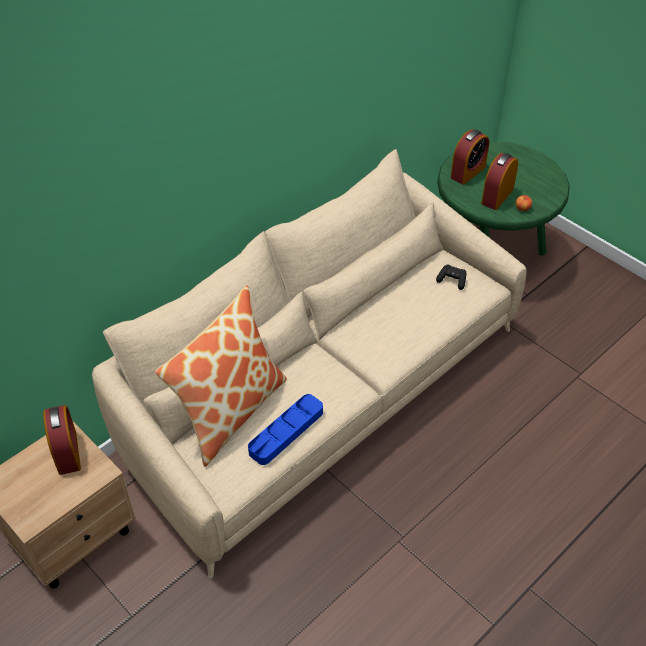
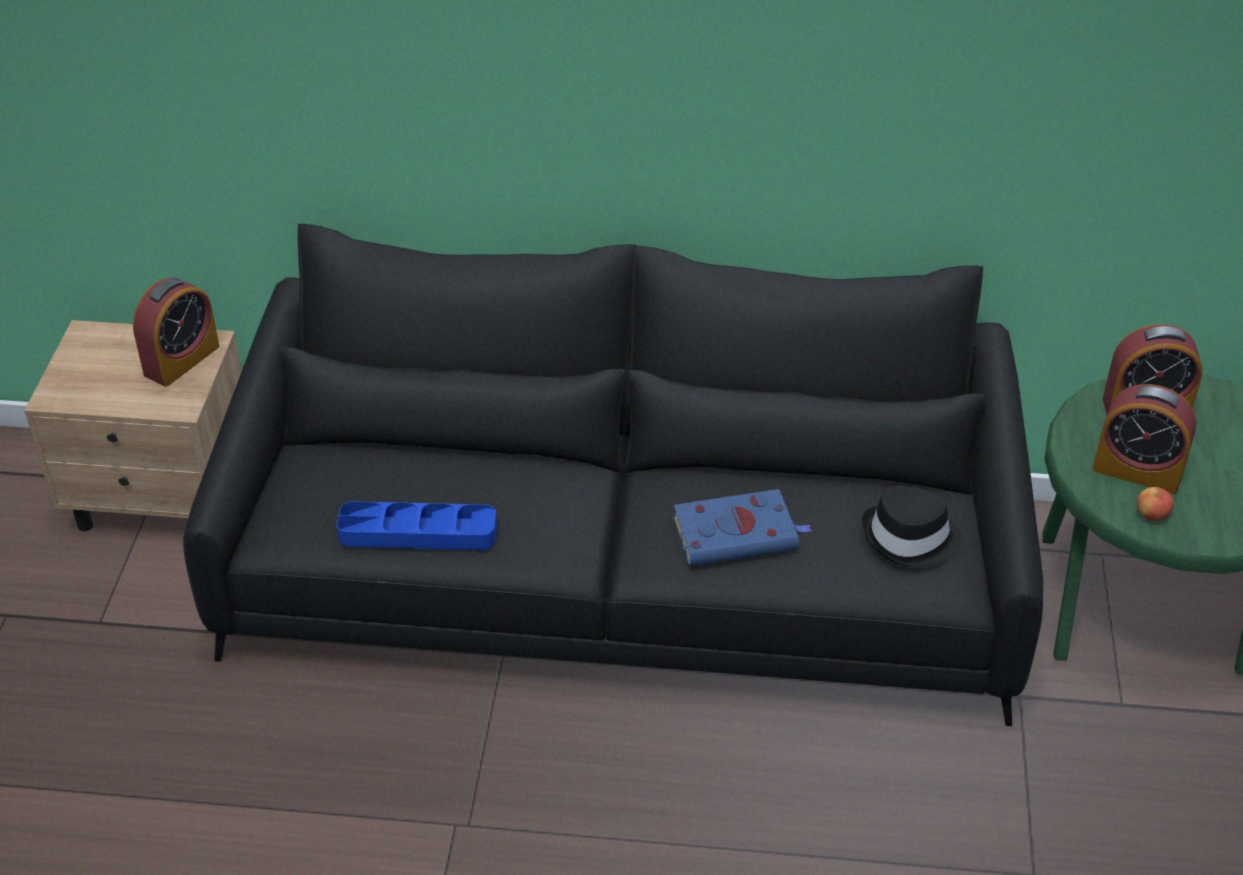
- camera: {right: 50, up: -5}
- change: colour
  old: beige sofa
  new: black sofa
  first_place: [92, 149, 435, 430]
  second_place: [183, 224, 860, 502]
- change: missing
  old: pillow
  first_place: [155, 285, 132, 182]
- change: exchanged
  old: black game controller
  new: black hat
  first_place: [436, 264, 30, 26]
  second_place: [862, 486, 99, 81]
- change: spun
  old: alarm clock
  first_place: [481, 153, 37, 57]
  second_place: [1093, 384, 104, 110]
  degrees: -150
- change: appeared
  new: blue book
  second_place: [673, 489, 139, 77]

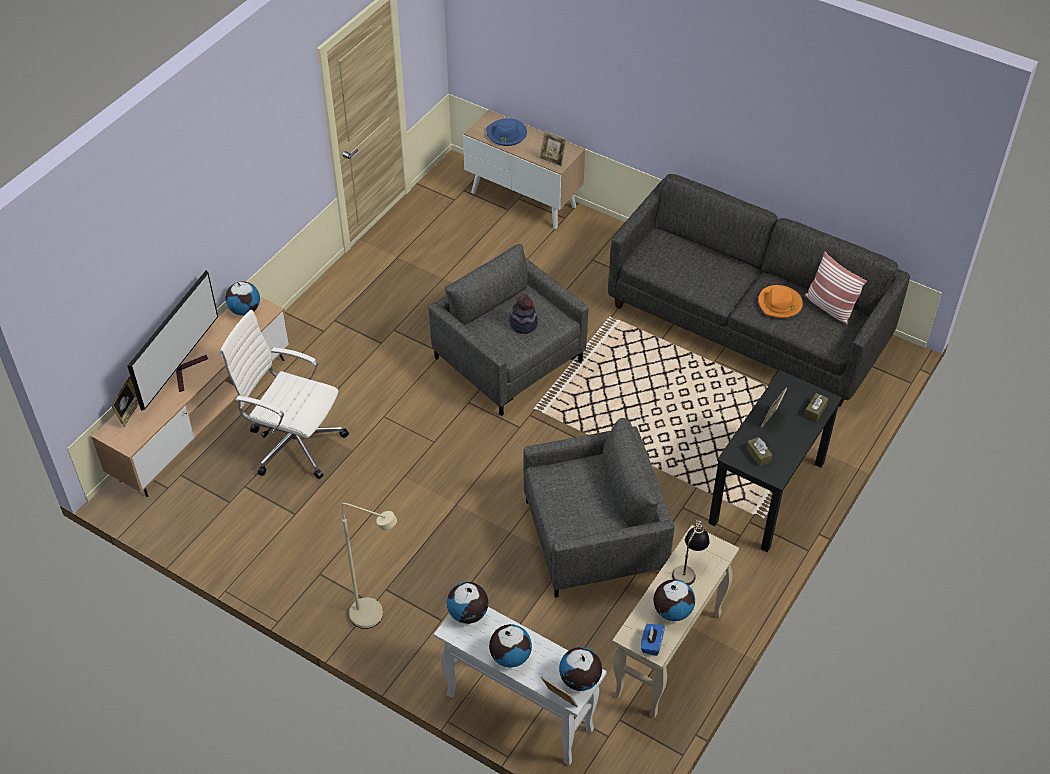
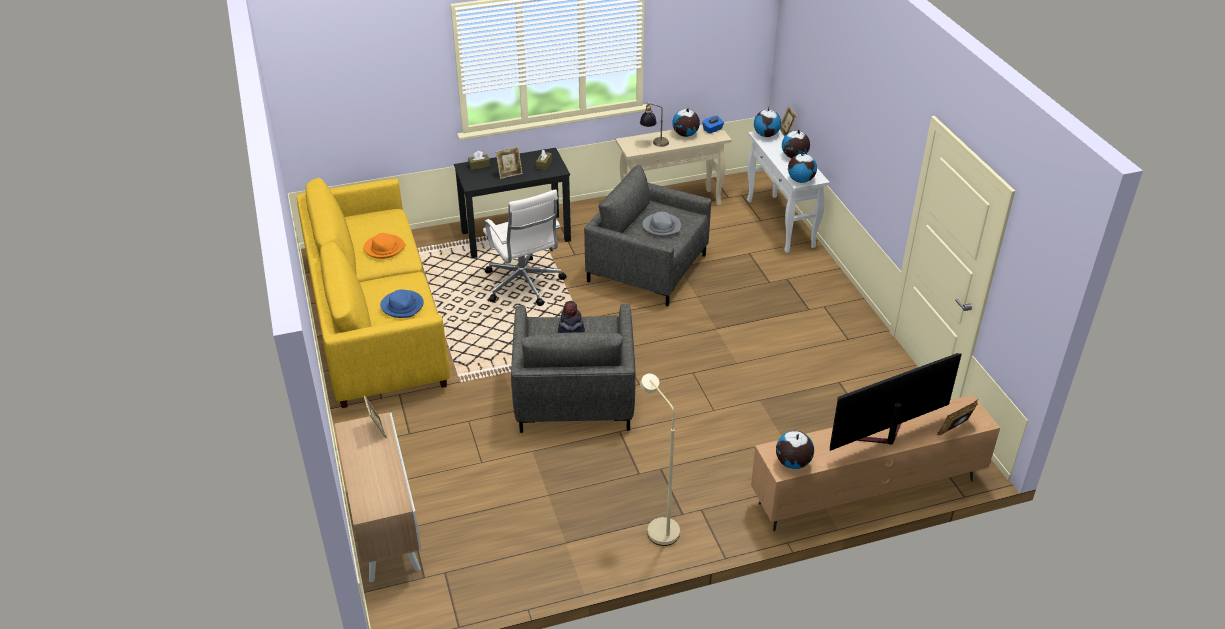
- camera: {right: -140, up: -10}
- change: relocated
  old: white office chair
  first_place: [220, 310, 129, 169]
  second_place: [483, 189, 83, 117]
- change: relocated
  old: beige floor lamp
  first_place: [341, 503, 56, 126]
  second_place: [640, 374, 40, 172]
- change: relocated
  old: blue hat
  first_place: [486, 118, 41, 28]
  second_place: [380, 290, 44, 28]
- change: colour
  old: grey sofa
  new: yellow sofa
  first_place: [608, 174, 302, 233]
  second_place: [297, 178, 153, 230]
- change: missing
  old: pillow
  first_place: [804, 252, 63, 73]
- change: appeared
  new: grey hat
  second_place: [643, 212, 38, 25]

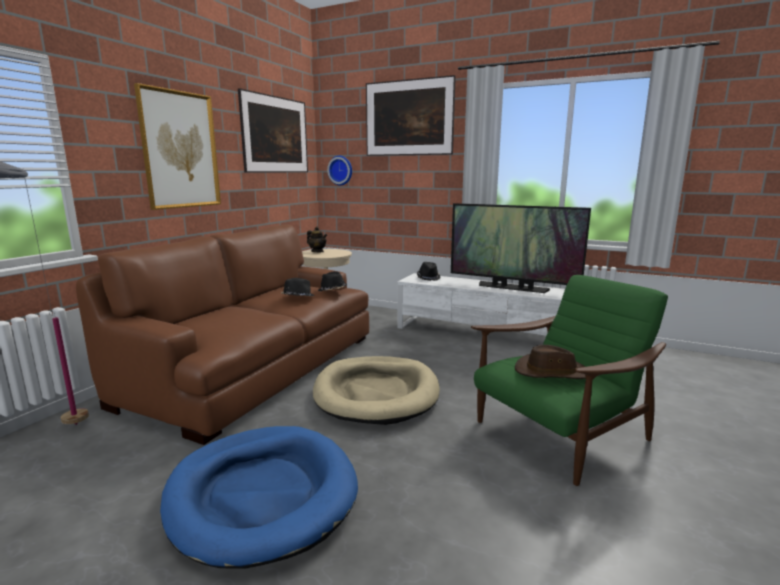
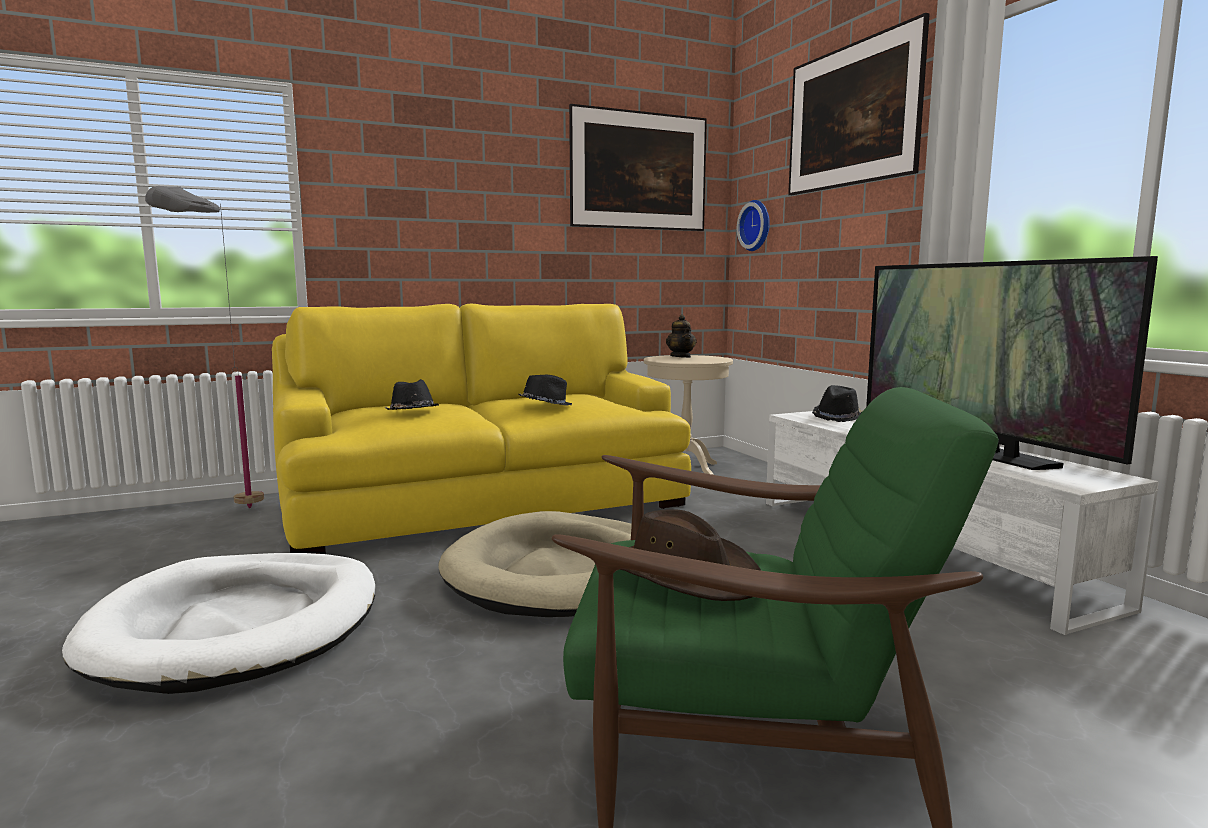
- camera: {right: 40, up: -5}
- change: colour
  old: brown sofa
  new: yellow sofa
  first_place: [76, 225, 293, 220]
  second_place: [272, 304, 419, 250]
- change: missing
  old: picture
  first_place: [134, 83, 87, 127]
- change: colour
  old: blue dog bed
  new: white dog bed
  first_place: [160, 426, 198, 143]
  second_place: [62, 553, 313, 141]
- change: relocated
  old: black hat
  first_place: [318, 271, 29, 20]
  second_place: [385, 379, 54, 31]

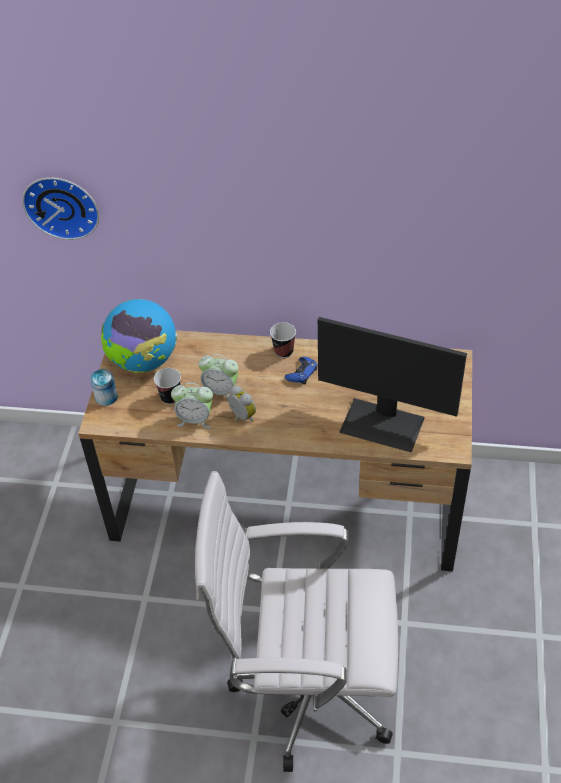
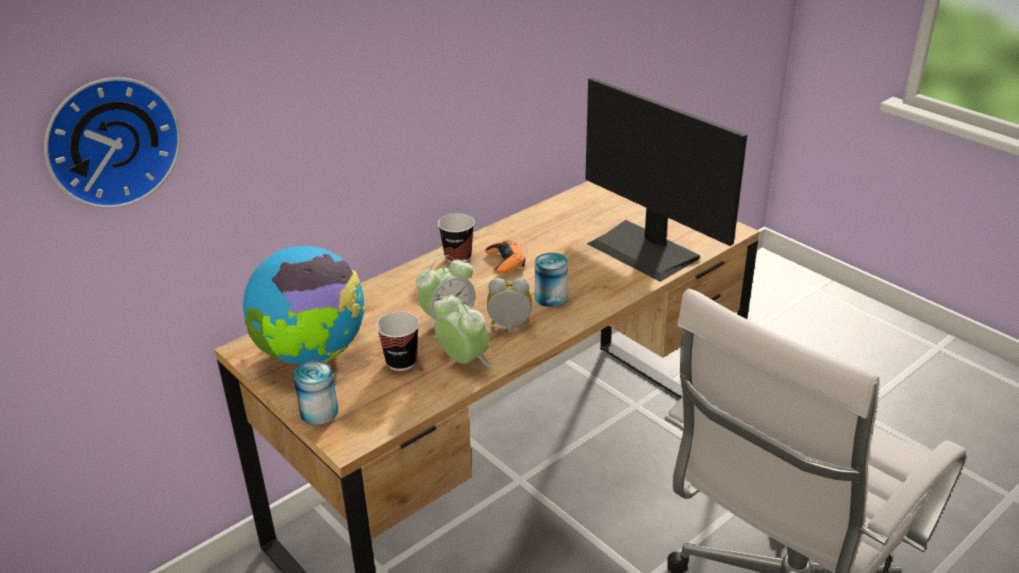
- camera: {right: -50, up: -15}
- change: spun
  old: alarm clock
  first_place: [171, 383, 42, 45]
  second_place: [433, 295, 59, 72]
  degrees: -90
- change: colour
  old: blue game controller
  new: orange game controller
  first_place: [285, 357, 33, 28]
  second_place: [485, 240, 41, 34]
- change: spun
  old: monitor
  first_place: [318, 317, 149, 136]
  second_place: [585, 78, 162, 204]
  degrees: 75
- change: appeared
  new: can
  second_place: [535, 253, 33, 54]

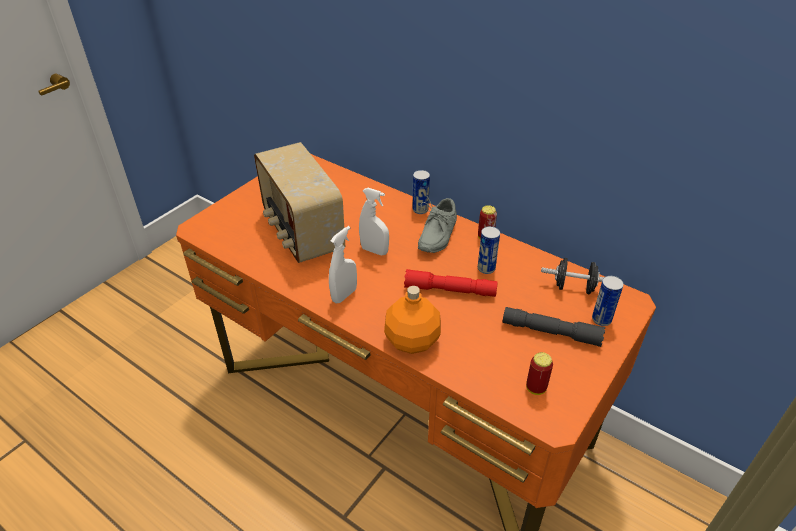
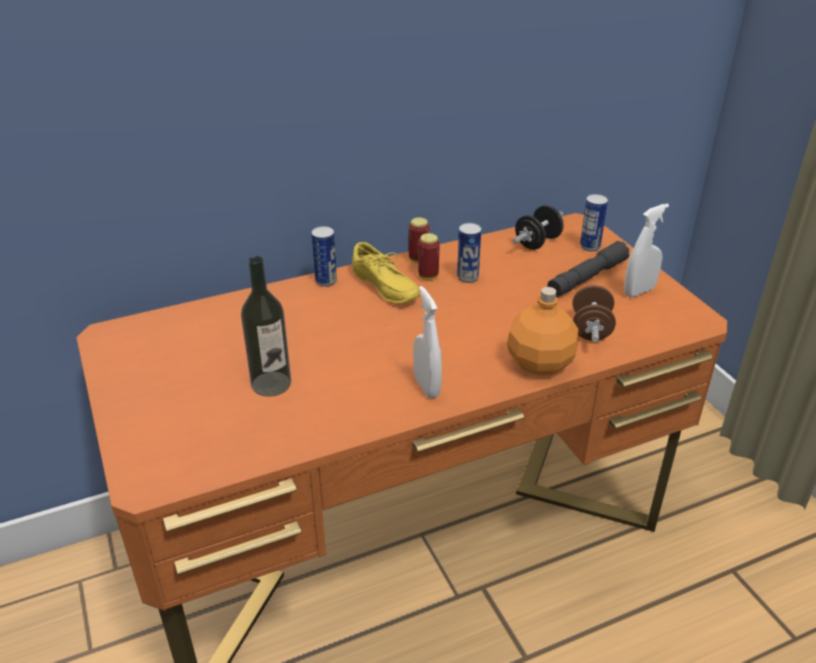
- camera: {right: -60, up: -5}
- change: exchanged
  old: radio
  new: bottle
  first_place: [254, 142, 91, 121]
  second_place: [241, 256, 50, 141]
- change: relocated
  old: white spray bottle
  first_place: [359, 188, 30, 67]
  second_place: [624, 204, 45, 93]
- change: missing
  old: red flashlight
  first_place: [404, 269, 94, 28]
- change: colour
  old: grey shoe
  new: yellow shoe
  first_place: [418, 196, 39, 57]
  second_place: [352, 242, 68, 62]
- change: relocated
  old: can
  first_place: [526, 352, 27, 43]
  second_place: [418, 233, 22, 47]
- change: appeared
  new: brown dumbbell
  second_place: [572, 285, 44, 57]

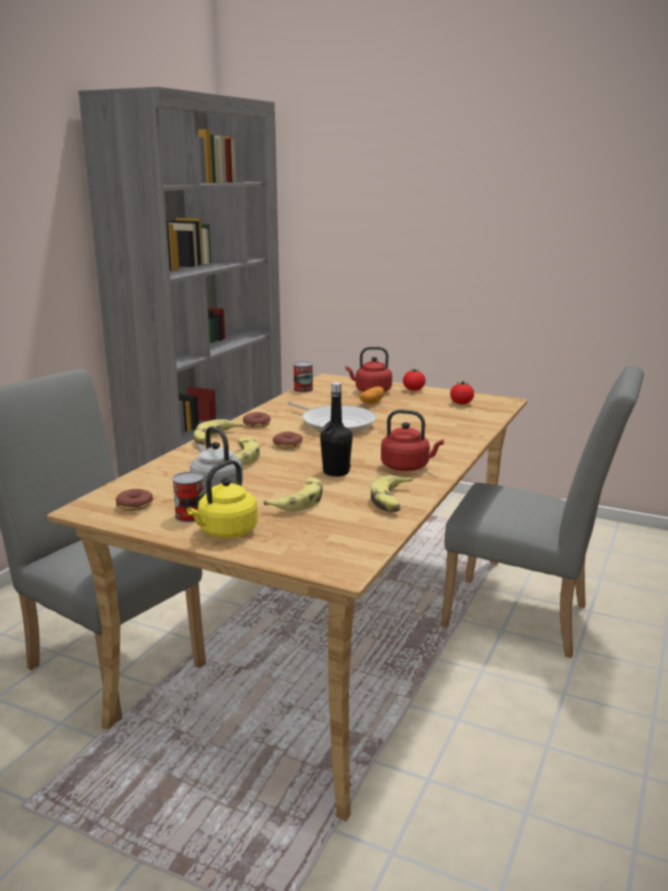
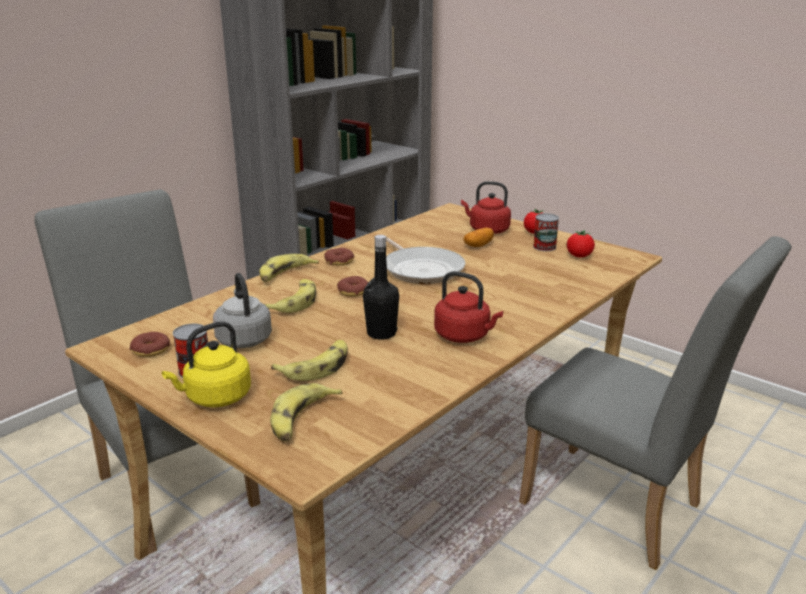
- camera: {right: 15, up: 5}
- change: relocated
  old: can
  first_place: [293, 361, 20, 32]
  second_place: [533, 213, 26, 38]
- change: relocated
  old: banana
  first_place: [371, 475, 42, 37]
  second_place: [270, 383, 73, 59]

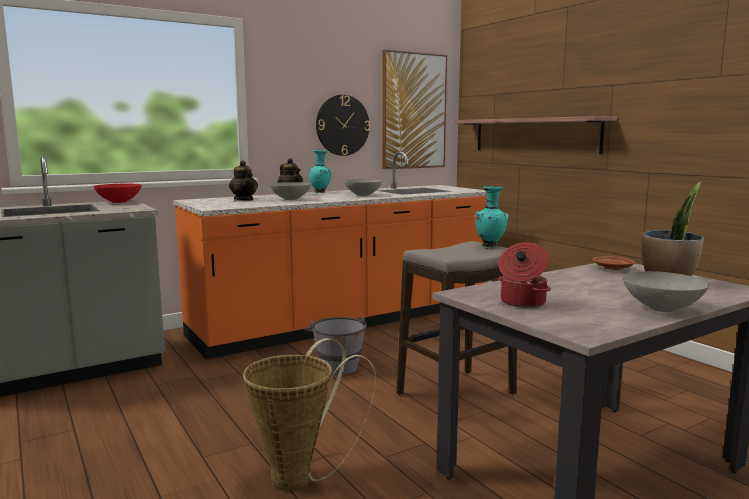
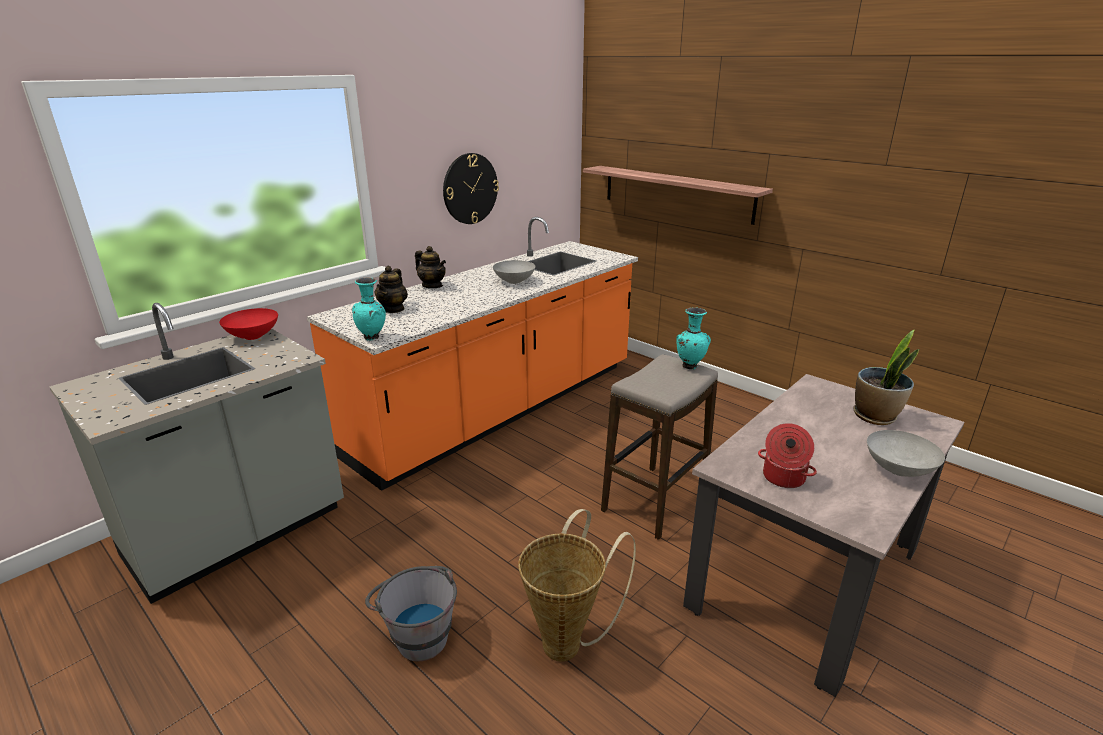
- camera: {right: -15, up: 15}
- change: spun
  old: teapot
  first_place: [229, 160, 29, 41]
  second_place: [375, 266, 33, 47]
  degrees: 60
- change: missing
  old: grey bowl
  first_place: [270, 182, 41, 18]
- change: relocated
  old: grey bucket
  first_place: [305, 316, 62, 60]
  second_place: [365, 566, 92, 95]
- change: relocated
  old: turquoise vase
  first_place: [309, 150, 22, 43]
  second_place: [352, 277, 34, 64]
- change: missing
  old: picture
  first_place: [382, 50, 65, 119]
- change: missing
  old: brown plate
  first_place: [592, 256, 43, 14]

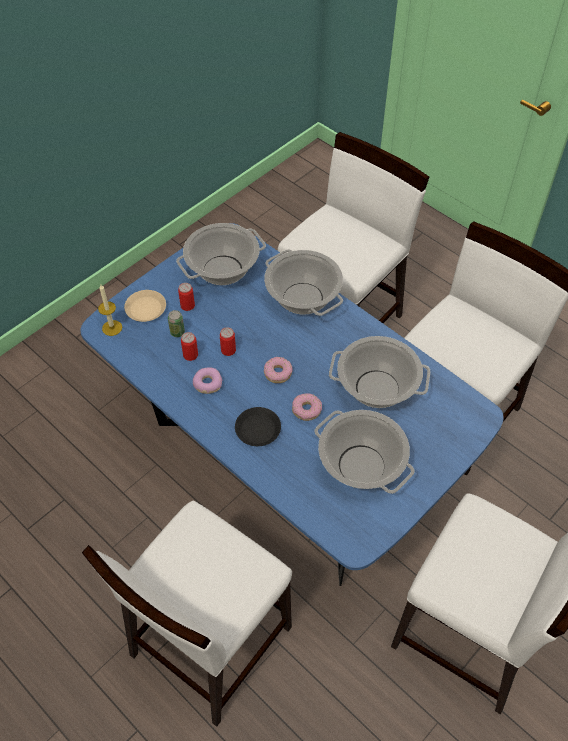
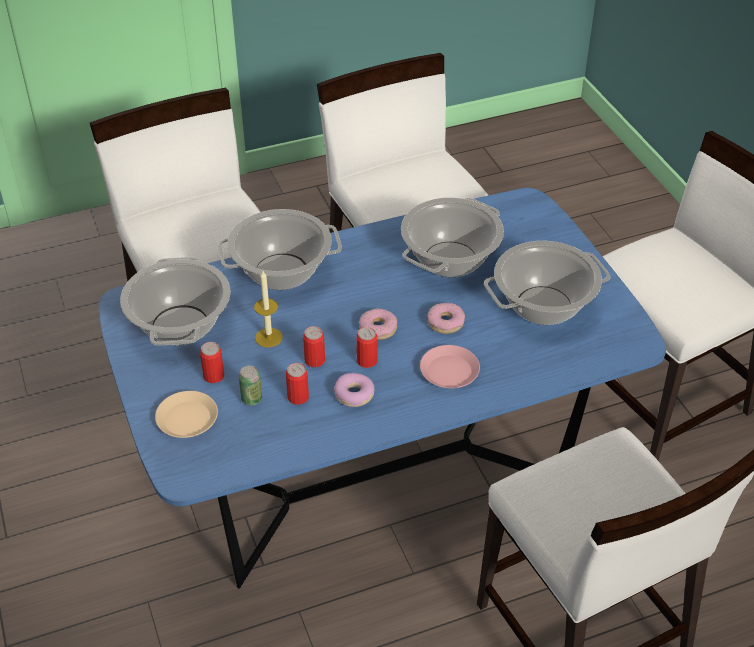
- camera: {right: -65, up: -10}
- change: relocated
  old: candle
  first_place: [98, 285, 24, 51]
  second_place: [254, 271, 29, 76]
- change: colour
  old: black plate
  new: pink plate
  first_place: [235, 407, 46, 39]
  second_place: [420, 345, 60, 43]
- change: appeared
  new: can
  second_place: [356, 327, 21, 41]

